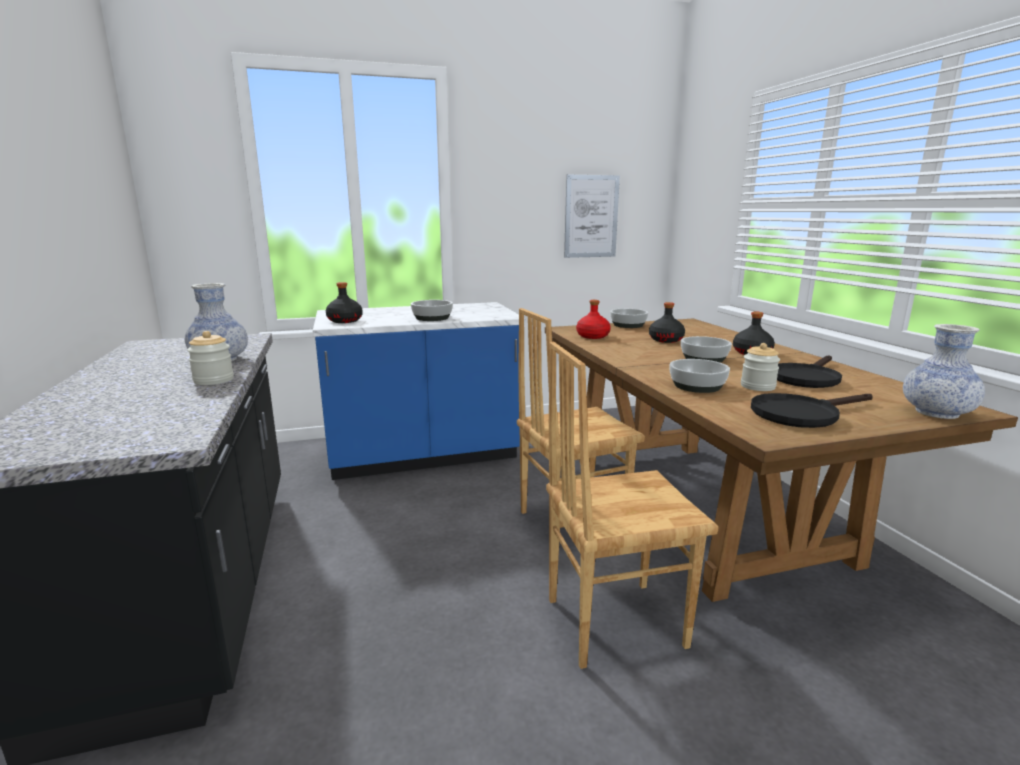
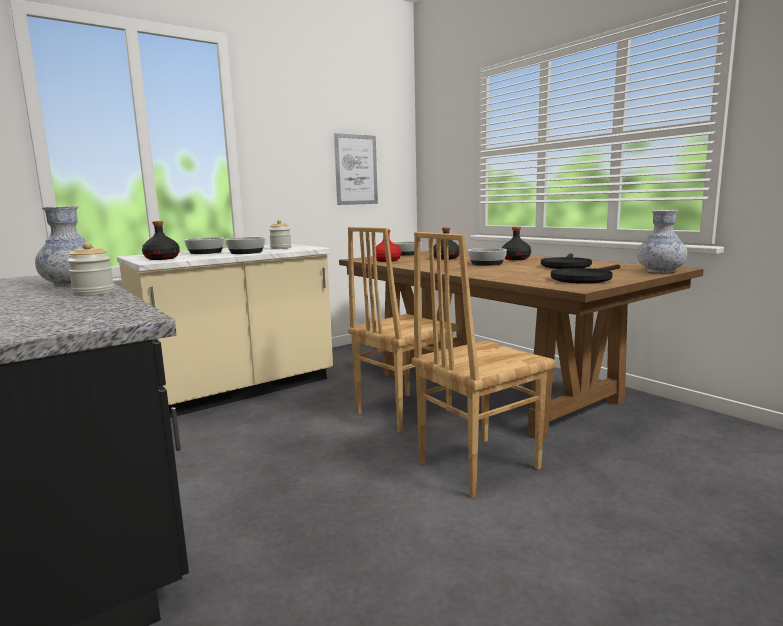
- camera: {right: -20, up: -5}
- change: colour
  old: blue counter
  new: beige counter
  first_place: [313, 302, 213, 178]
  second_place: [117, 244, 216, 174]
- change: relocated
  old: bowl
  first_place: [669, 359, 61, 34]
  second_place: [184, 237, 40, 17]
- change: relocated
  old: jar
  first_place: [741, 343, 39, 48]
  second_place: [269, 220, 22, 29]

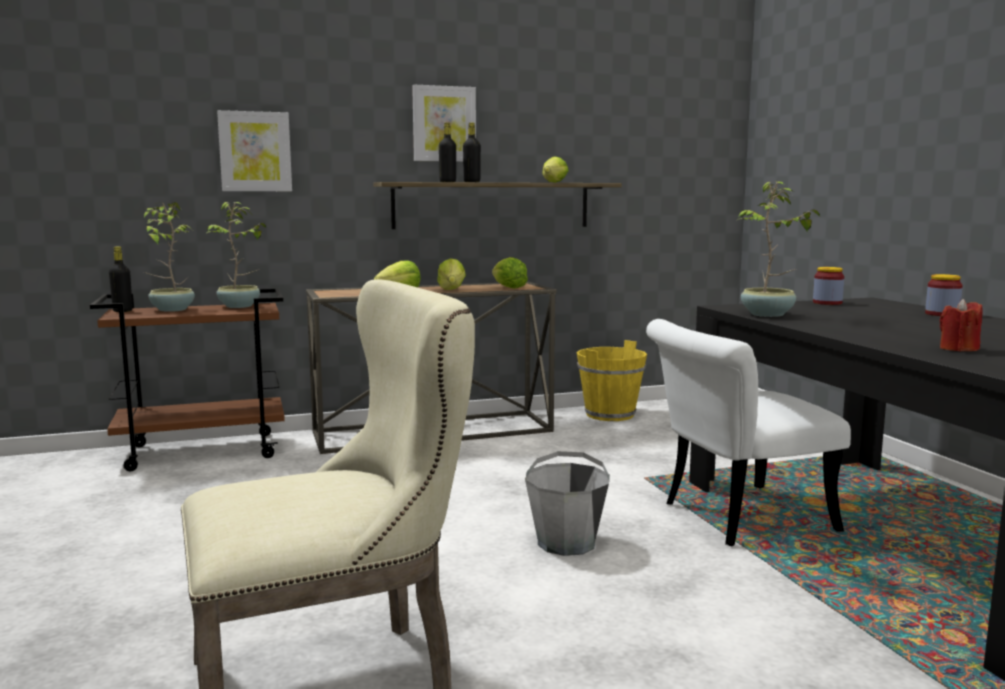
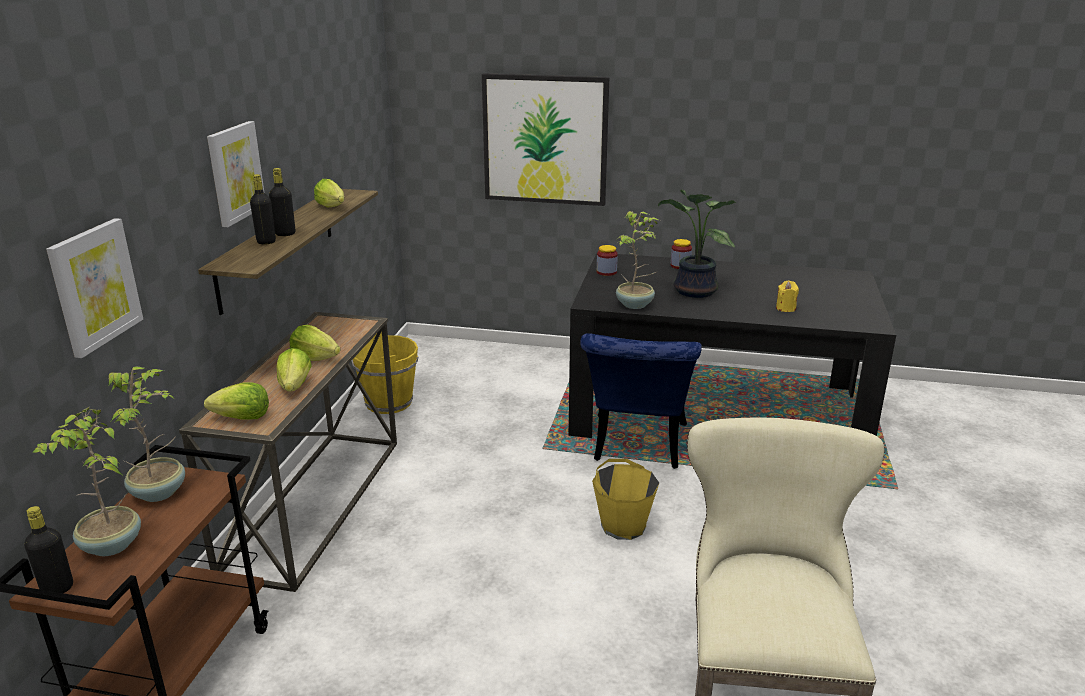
- camera: {right: -60, up: 15}
- change: relocated
  old: lettuce
  first_place: [492, 257, 36, 32]
  second_place: [204, 382, 65, 37]
- change: colour
  old: grey bucket
  new: yellow bucket
  first_place: [525, 451, 85, 105]
  second_place: [592, 459, 67, 81]
- change: colour
  old: white chair
  new: blue chair
  first_place: [646, 319, 205, 227]
  second_place: [580, 333, 122, 136]
- change: colour
  old: red candle
  new: yellow candle
  first_place: [940, 299, 43, 52]
  second_place: [776, 281, 23, 31]
- change: appeared
  new: picture
  second_place: [482, 73, 127, 133]
- change: appeared
  new: potted plant
  second_place: [658, 190, 78, 108]

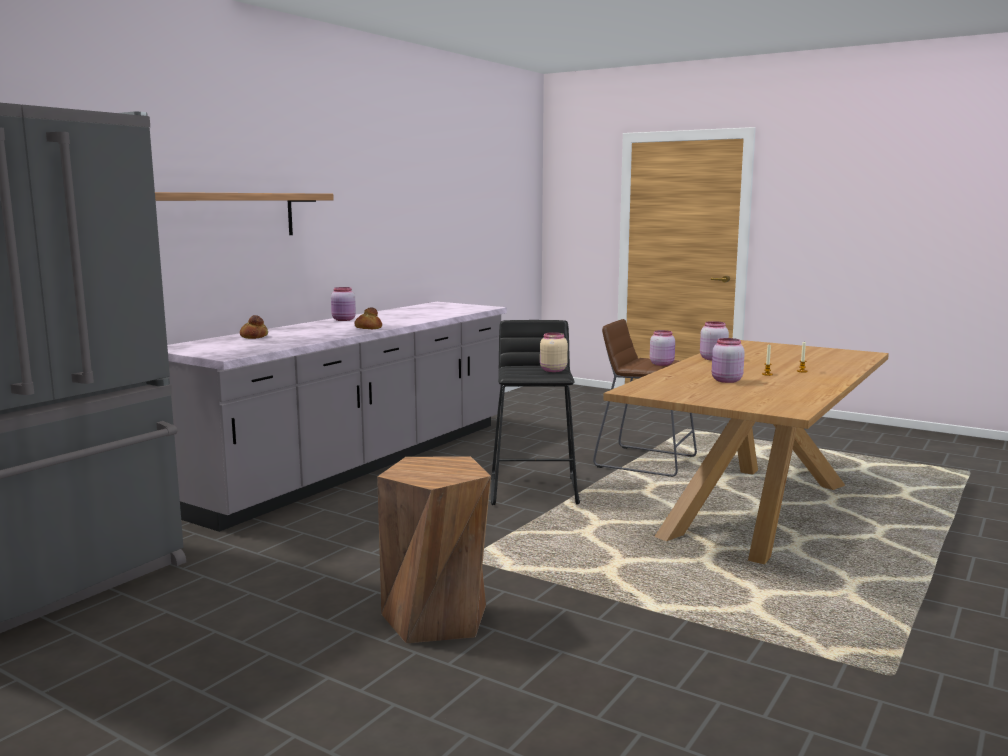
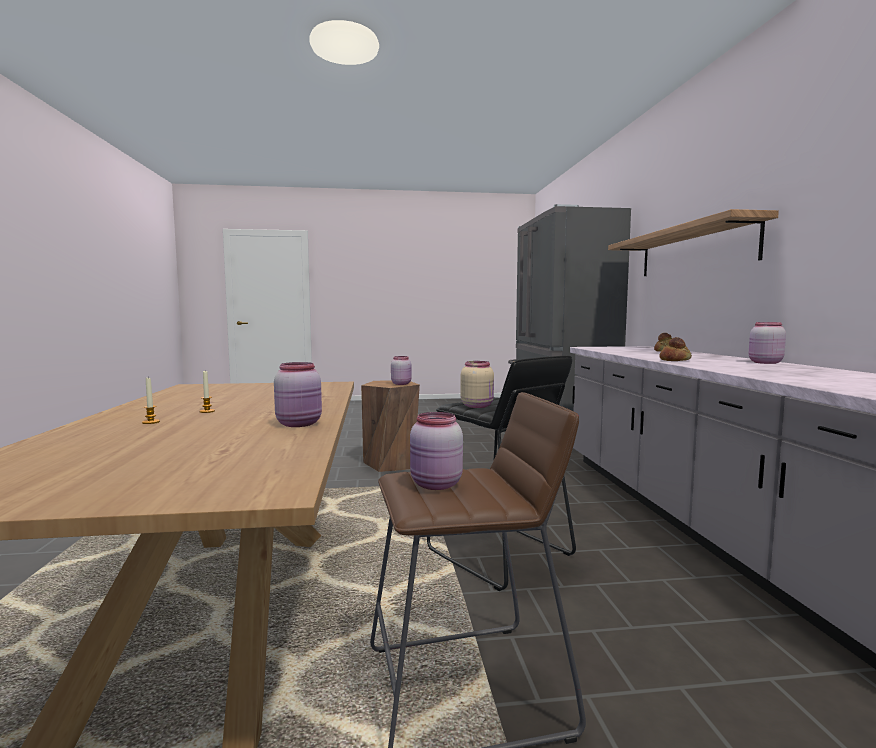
- camera: {right: 140, up: -5}
- change: relocated
  old: pink jar
  first_place: [712, 338, 33, 45]
  second_place: [391, 356, 21, 29]

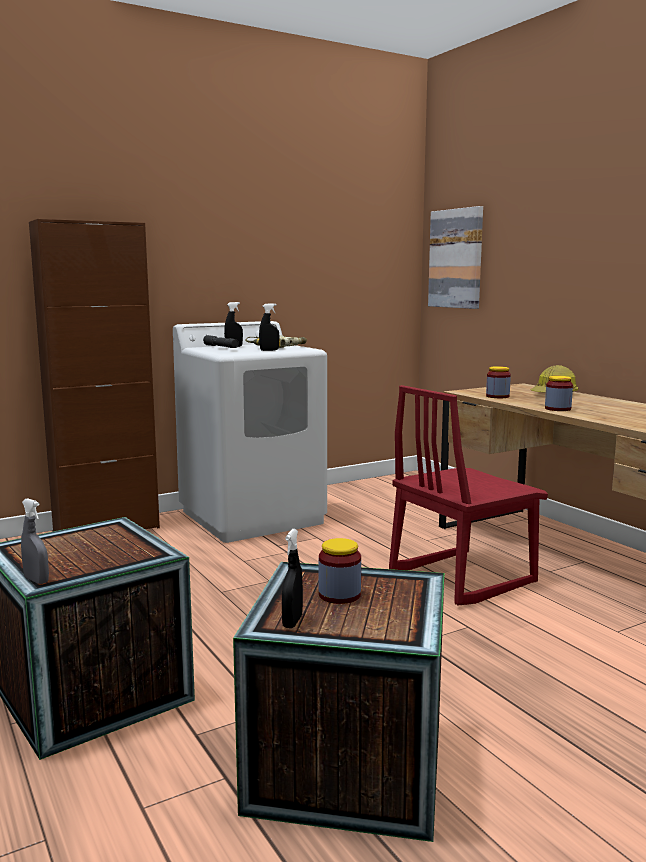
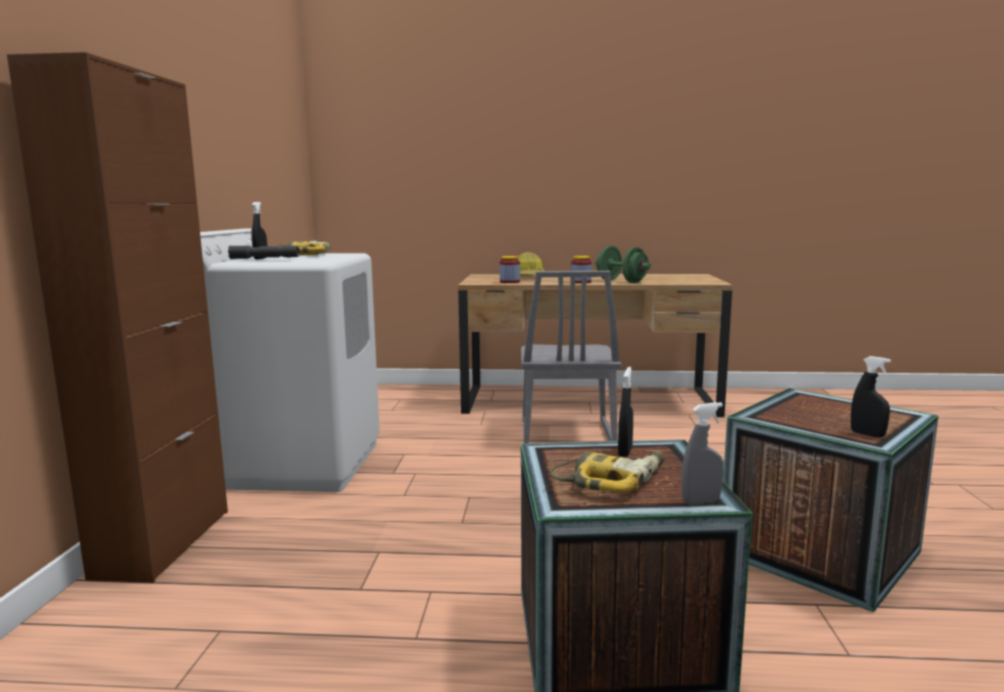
- camera: {right: -55, up: 0}
- change: relocated
  old: black spray bottle
  first_place: [259, 303, 20, 48]
  second_place: [618, 367, 15, 90]
- change: missing
  old: jar
  first_place: [319, 538, 42, 66]
- change: colour
  old: red chair
  new: grey chair
  first_place: [389, 385, 159, 221]
  second_place: [521, 271, 100, 173]
- change: missing
  old: picture
  first_place: [428, 206, 55, 103]
- change: appeared
  new: power drill
  second_place: [551, 449, 114, 43]
- change: appeared
  new: green dumbbell
  second_place: [595, 246, 56, 37]

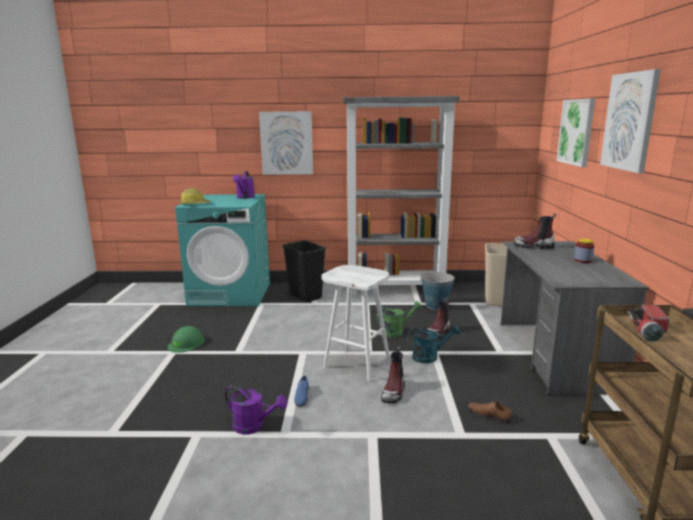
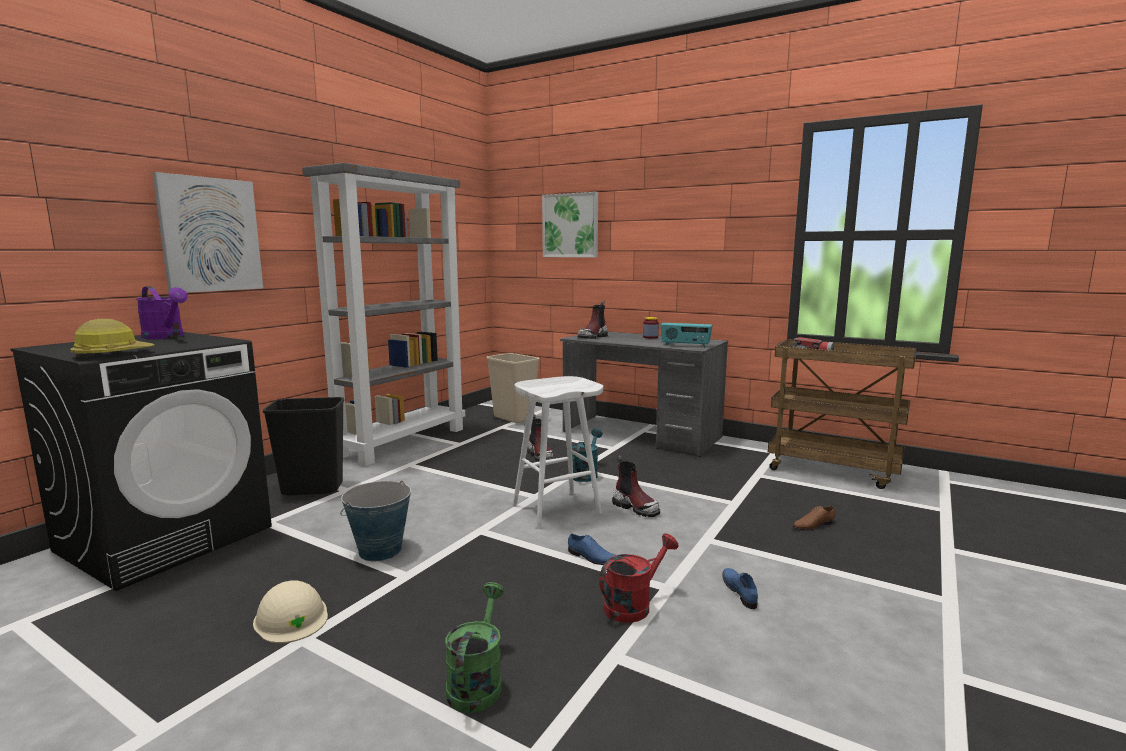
- camera: {right: -60, up: -5}
- change: colour
  old: green hard hat
  new: beige hard hat
  first_place: [167, 326, 38, 27]
  second_place: [253, 580, 75, 63]
- change: colour
  old: turquoise washing machine
  new: black washing machine
  first_place: [175, 194, 95, 112]
  second_place: [11, 332, 261, 259]
- change: colour
  old: purple watering can
  new: red watering can
  first_place: [225, 385, 62, 49]
  second_place: [599, 533, 79, 90]
- change: relocated
  old: green watering can
  first_place: [376, 301, 46, 37]
  second_place: [445, 582, 59, 131]
- change: relocated
  old: bucket
  first_place: [420, 272, 35, 38]
  second_place: [340, 480, 71, 81]
- change: relocated
  old: brown shoe
  first_place: [468, 402, 44, 21]
  second_place: [793, 506, 42, 25]
- change: missing
  old: picture
  first_place: [600, 69, 61, 104]
- change: appeared
  new: radio
  second_place: [661, 323, 51, 25]
- change: appeared
  new: blue shoe
  second_place: [722, 568, 36, 41]

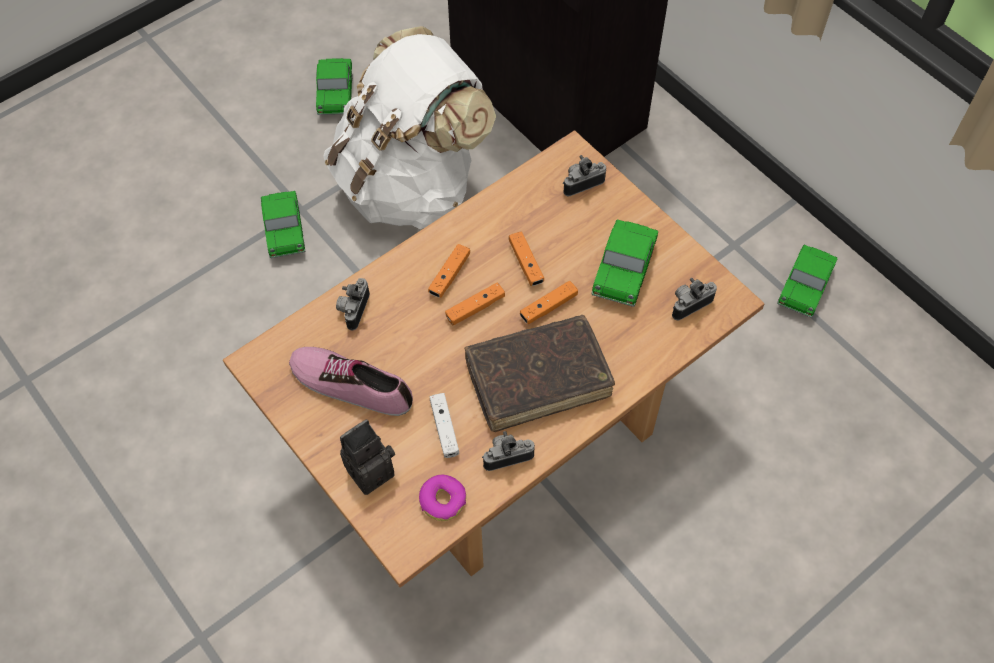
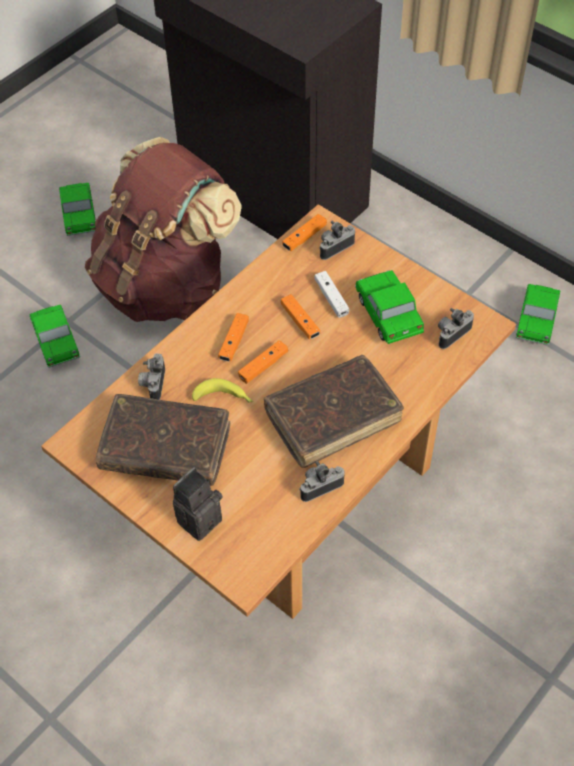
- camera: {right: -10, up: -5}
- change: exchanged
  old: shoe
  new: brown book
  first_place: [289, 347, 124, 69]
  second_place: [96, 394, 134, 92]
- change: colour
  old: white backpack
  new: brown backpack
  first_place: [323, 26, 173, 203]
  second_place: [85, 137, 157, 185]
- change: missing
  old: donut
  first_place: [419, 474, 47, 47]
- change: relocated
  old: white game controller
  first_place: [430, 393, 29, 65]
  second_place: [314, 271, 35, 47]
- change: relocated
  old: orange game controller
  first_place: [520, 281, 58, 43]
  second_place: [282, 214, 45, 37]
- change: spun
  old: toy car
  first_place: [592, 220, 66, 87]
  second_place: [355, 270, 69, 74]
  degrees: 150
- change: appeared
  new: banana
  second_place: [192, 378, 61, 25]

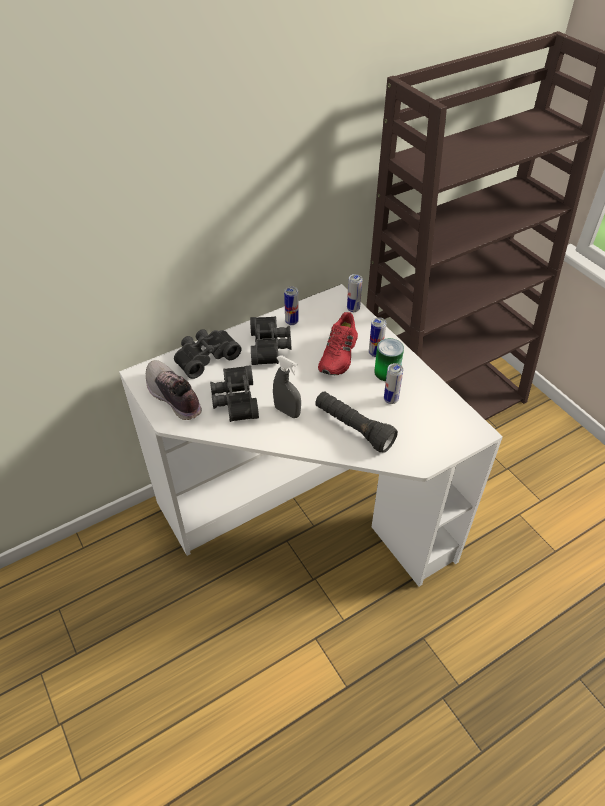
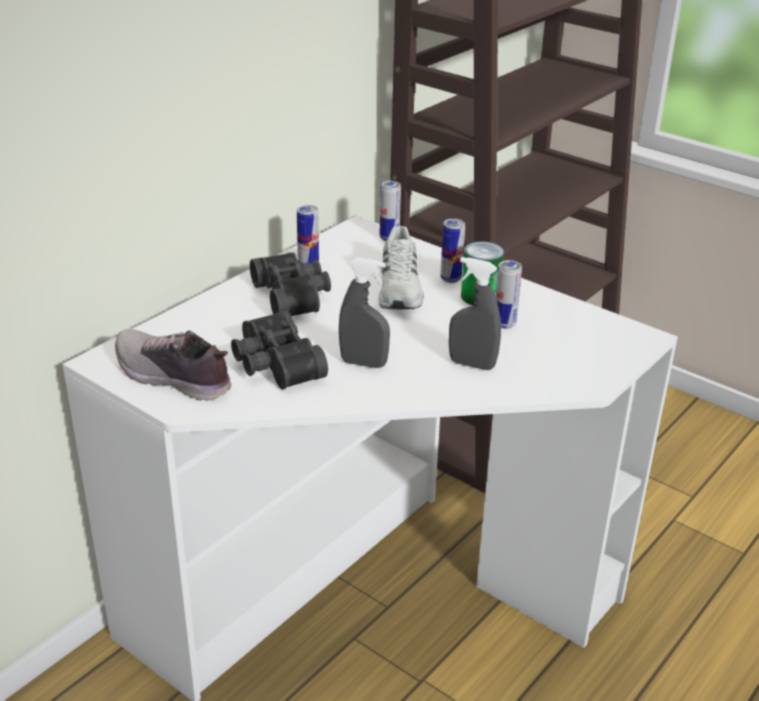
- camera: {right: -20, up: -15}
- change: missing
  old: black binoculars
  first_place: [174, 329, 68, 50]
- change: exchanged
  old: black flashlight
  new: grey spray bottle
  first_place: [315, 391, 83, 62]
  second_place: [449, 257, 52, 113]
- change: colour
  old: red shoe
  new: white shoe
  first_place: [318, 312, 40, 63]
  second_place: [378, 226, 46, 83]

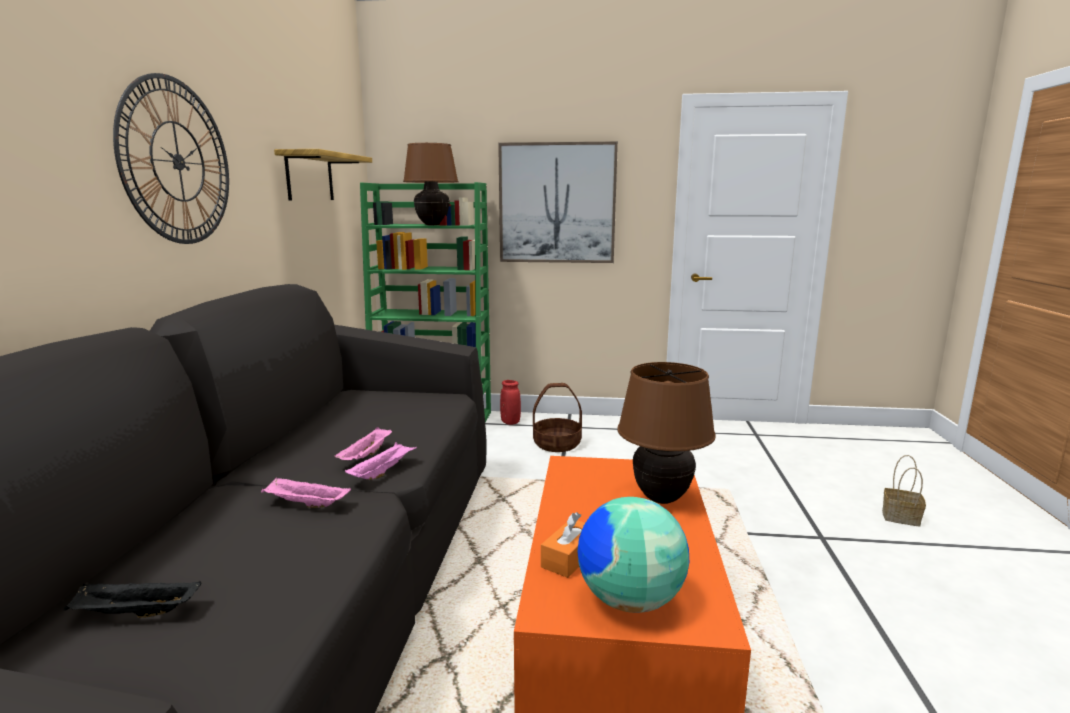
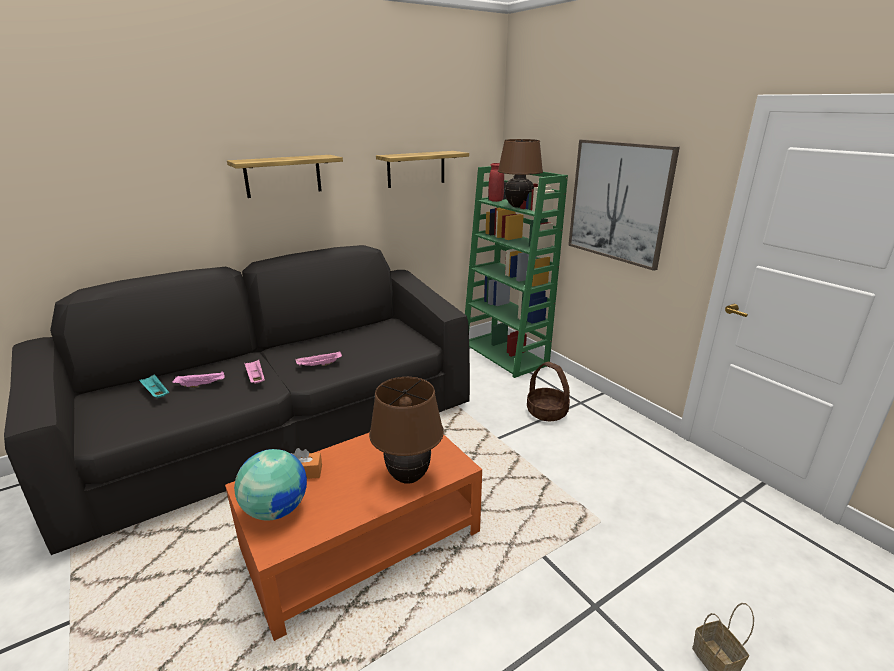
- camera: {right: 50, up: 10}
- change: colour
  old: black tray
  new: turquoise tray
  first_place: [64, 581, 138, 37]
  second_place: [139, 374, 30, 24]
- change: exchanged
  old: wall clock
  new: shelf
  first_place: [113, 73, 116, 171]
  second_place: [227, 155, 116, 43]
- change: relocated
  old: pink tray
  first_place: [345, 442, 72, 38]
  second_place: [172, 371, 53, 17]
- change: relocated
  old: red vase
  first_place: [500, 380, 21, 45]
  second_place: [488, 163, 16, 39]

